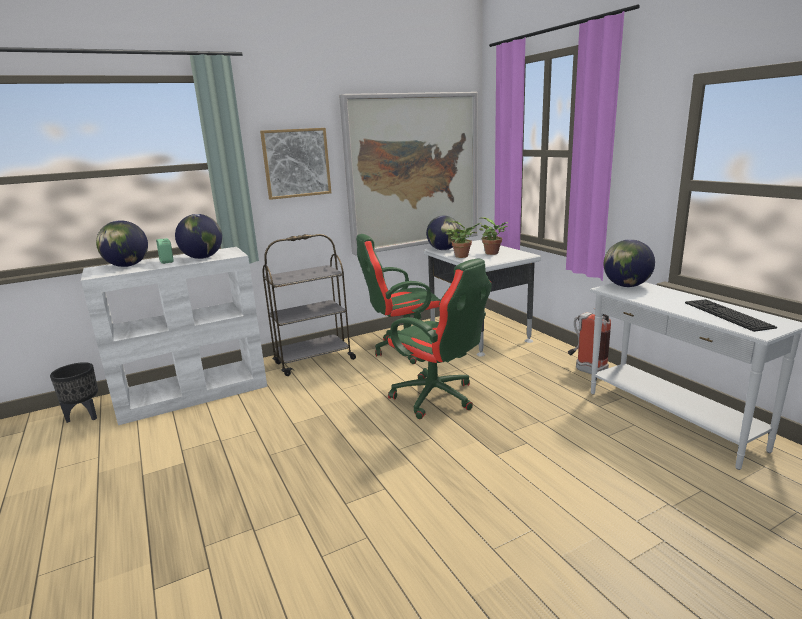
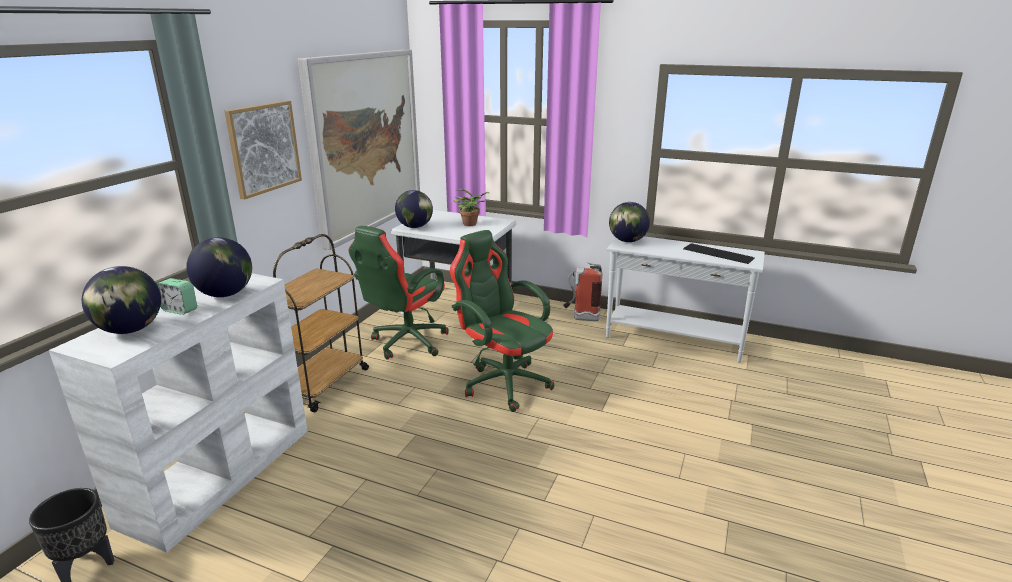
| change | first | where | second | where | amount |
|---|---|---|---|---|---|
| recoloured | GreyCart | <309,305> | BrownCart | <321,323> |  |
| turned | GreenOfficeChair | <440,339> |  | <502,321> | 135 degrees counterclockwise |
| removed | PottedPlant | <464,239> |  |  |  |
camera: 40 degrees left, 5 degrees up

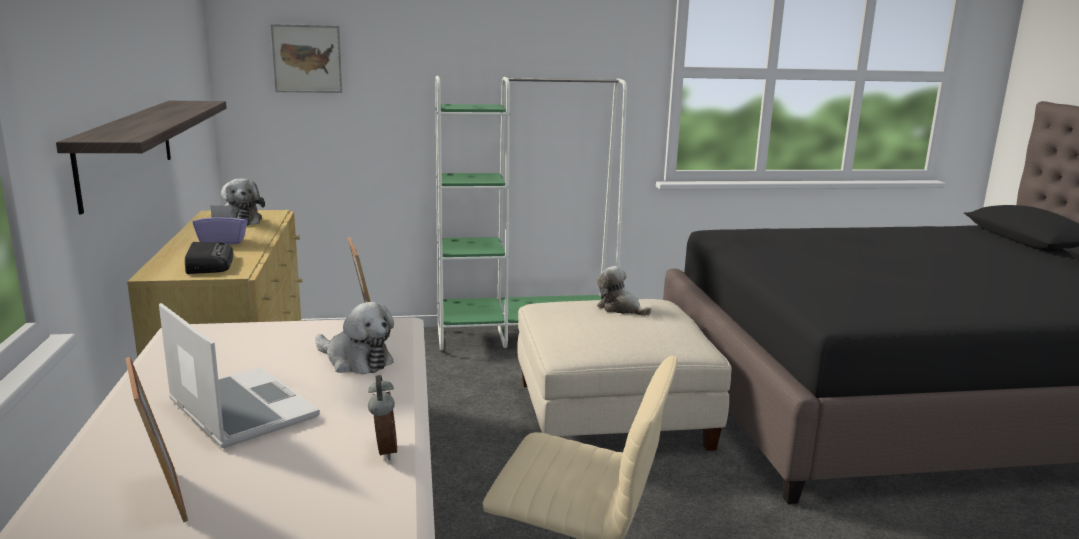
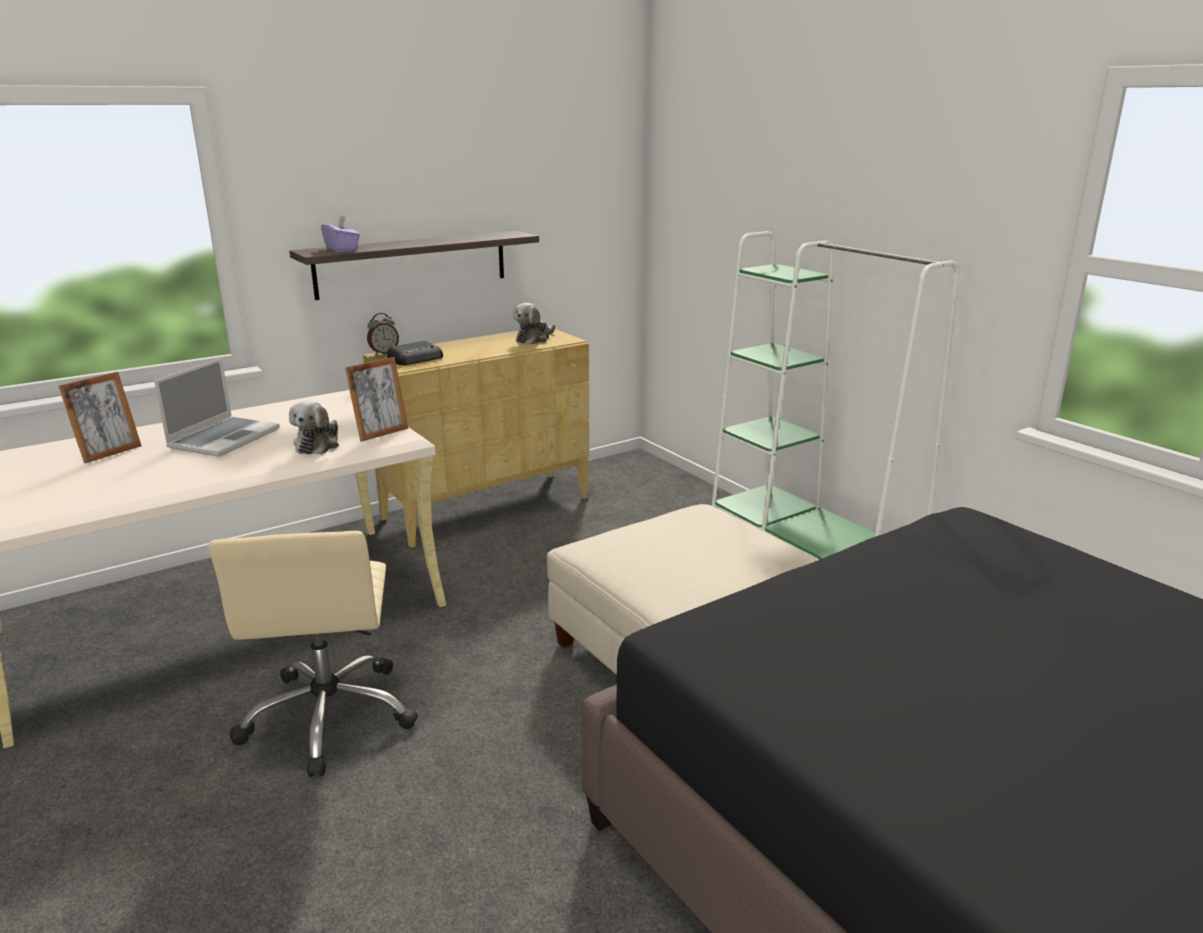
| change | first | where | second | where | amount |
|---|---|---|---|---|---|
| moved | PurpleTissueBox | <220,224> |  | <340,234> |  |
| removed | Picture | <306,58> |  |  |  |
| moved | AlarmClock | <382,418> |  | <383,334> |  |
| removed | PlushToy | <624,291> |  |  |  |
camera: 65 degrees right, 5 degrees up

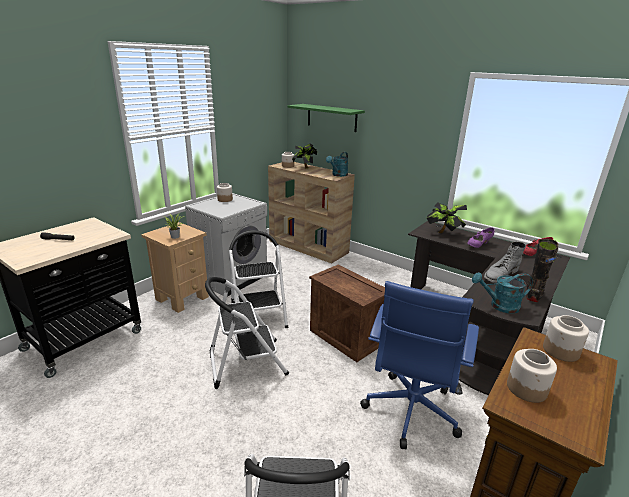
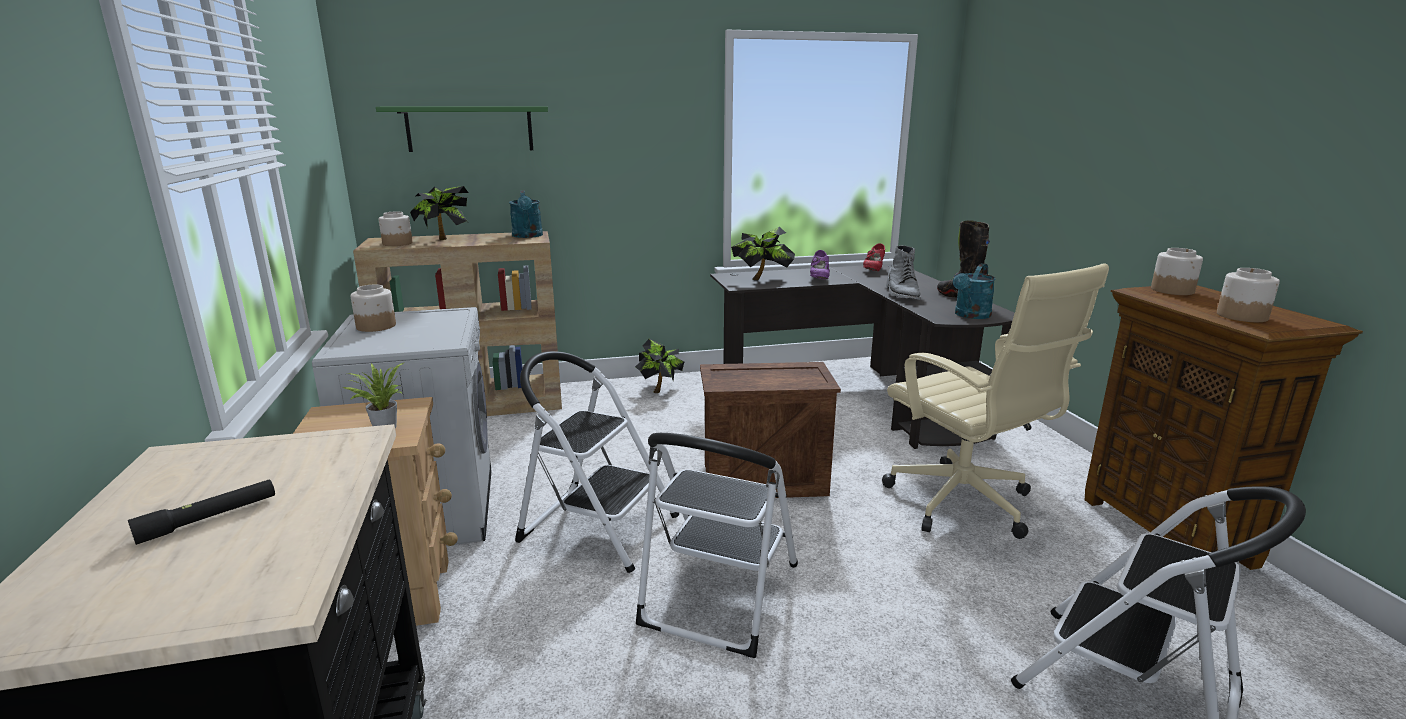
| change | first | where | second | where | amount |
|---|---|---|---|---|---|
| recoloured | BlueOfficeChair | <419,365> | BeigeOfficeChair | <995,401> |  |
| added |  |  | PottedPlant | <659,366> |  |
camera: 50 degrees left, 5 degrees down

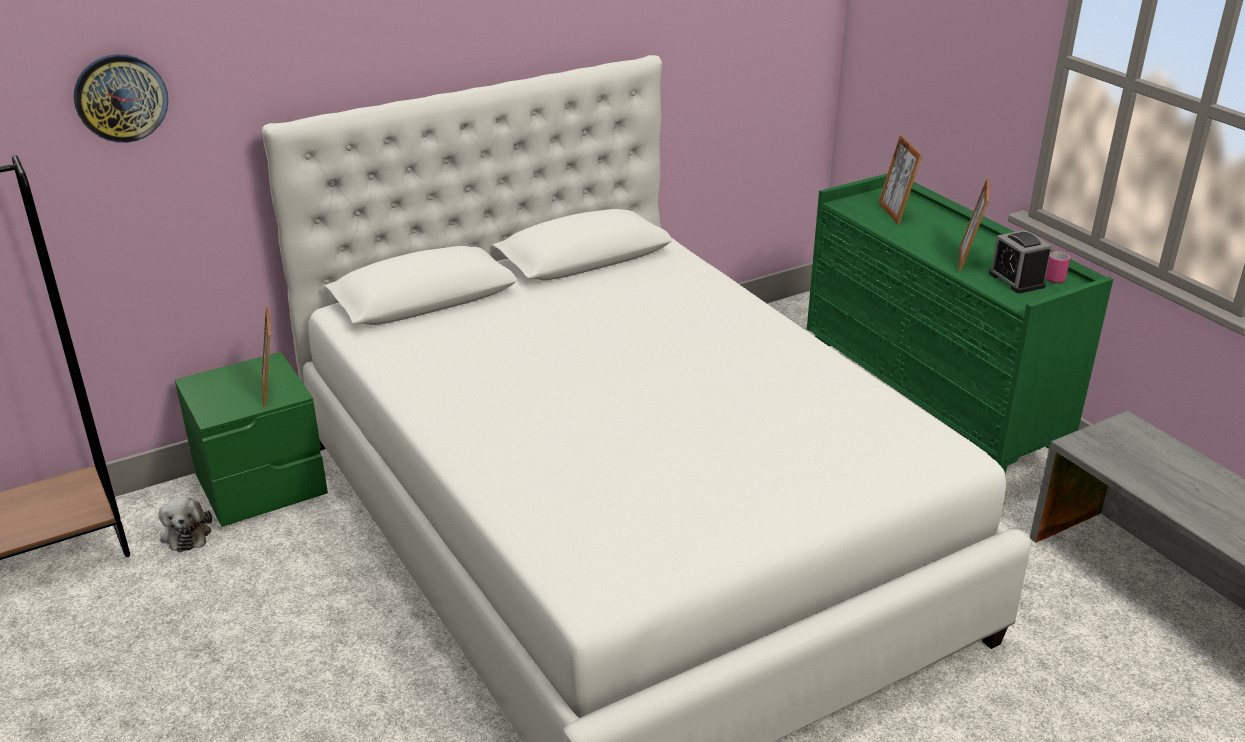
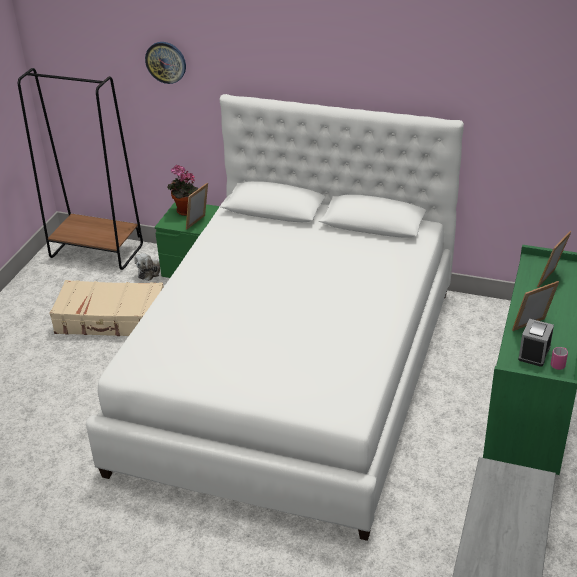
| change | first | where | second | where | amount |
|---|---|---|---|---|---|
| added |  |  | BeigeSuitcase | <106,308> |  |
| added |  |  | PottedPlant | <182,190> |  |
camera: 50 degrees right, 5 degrees up

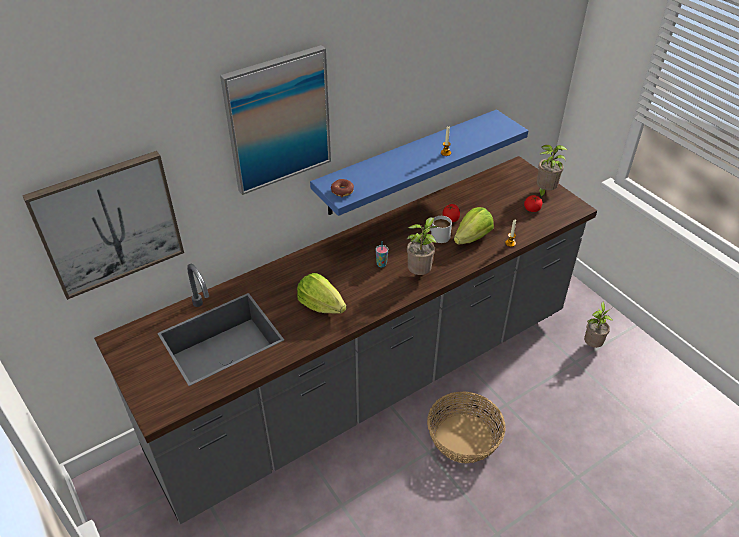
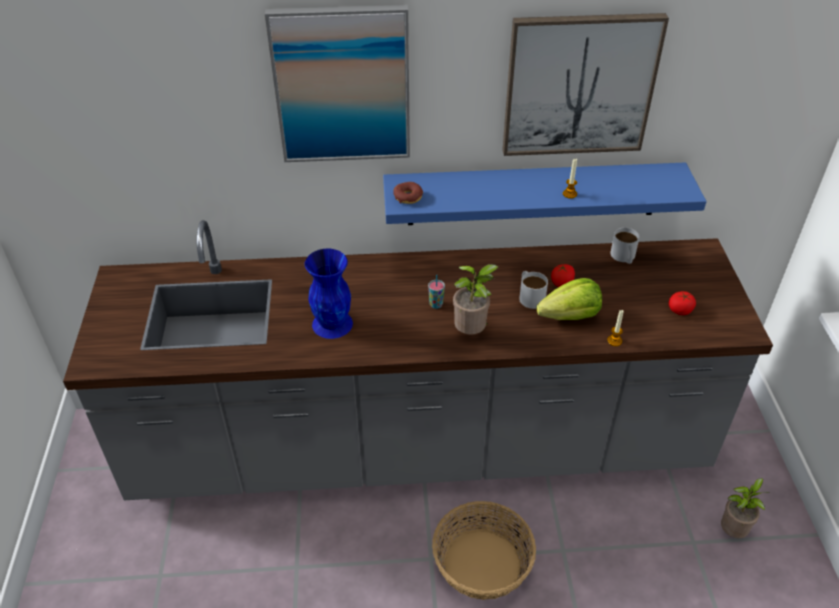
| change | first | where | second | where | amount |
|---|---|---|---|---|---|
| moved | Picture | <103,225> |  | <585,84> |  |
| replaced | Lettuce | <321,293> | BlueVase | <329,294> |  |
| removed | PottedPlant | <552,171> |  |  |  |
| added |  |  | WhiteMug | <625,246> |  |
camera: 30 degrees right, 0 degrees up

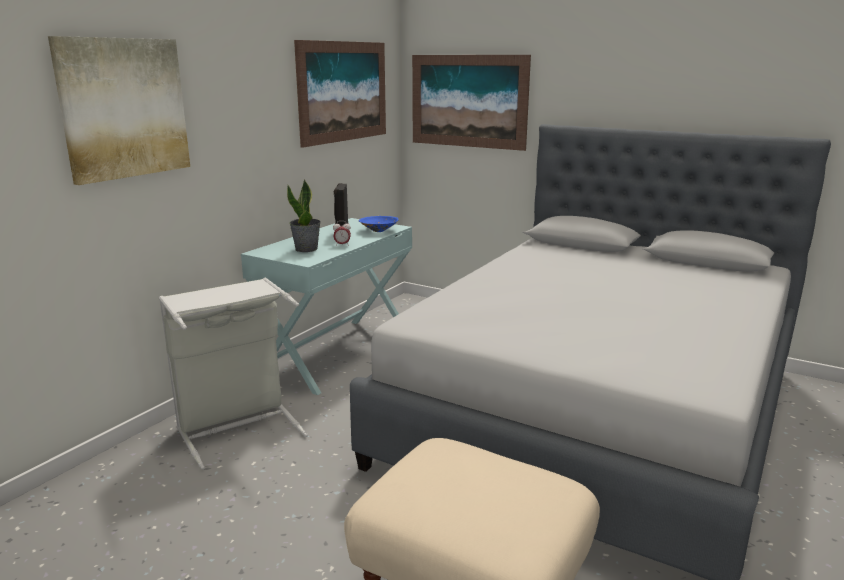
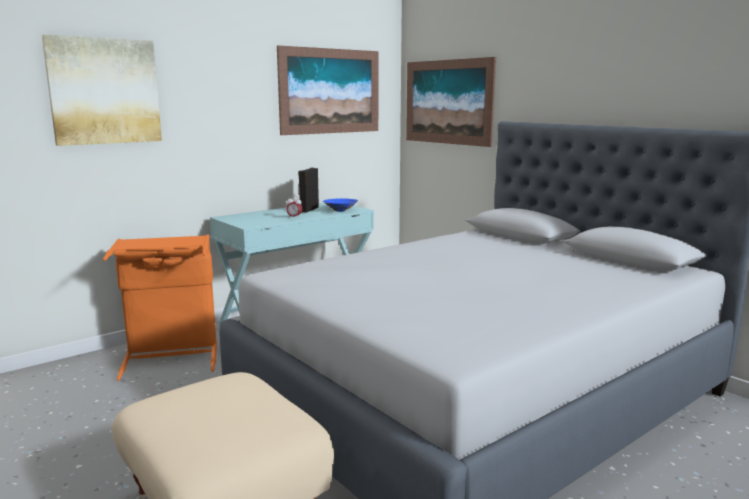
| change | first | where | second | where | amount |
|---|---|---|---|---|---|
| recoloured | GreyLaundryBasket | <233,374> | OrangeLaundryBasket | <160,307> |  |
| removed | PottedPlant | <304,216> |  |  |  |
camera: 20 degrees right, 5 degrees down

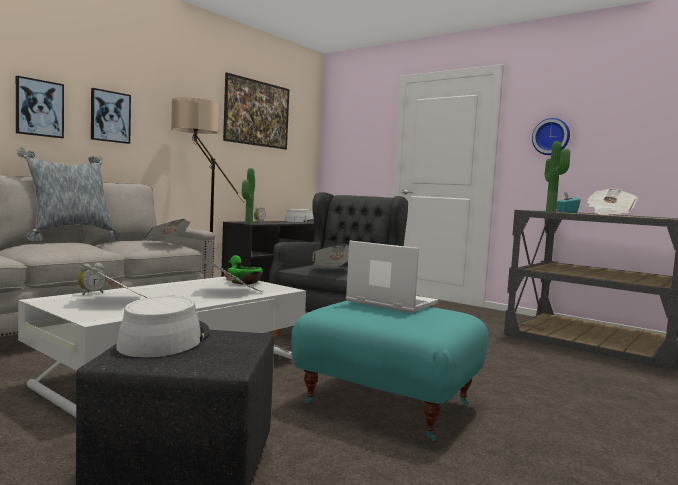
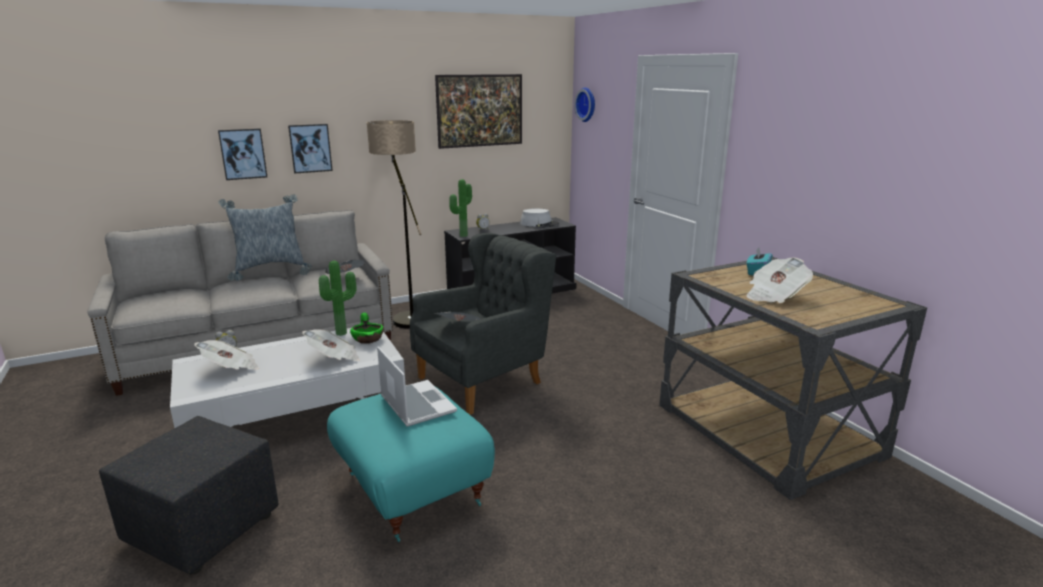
| change | first | where | second | where | amount |
|---|---|---|---|---|---|
| removed | GreyHat | <163,327> |  |  |  |
| moved | WallClock | <551,136> |  | <584,104> |  |
| moved | PottedPlant | <557,176> |  | <338,298> |  |
camera: 25 degrees right, 15 degrees up

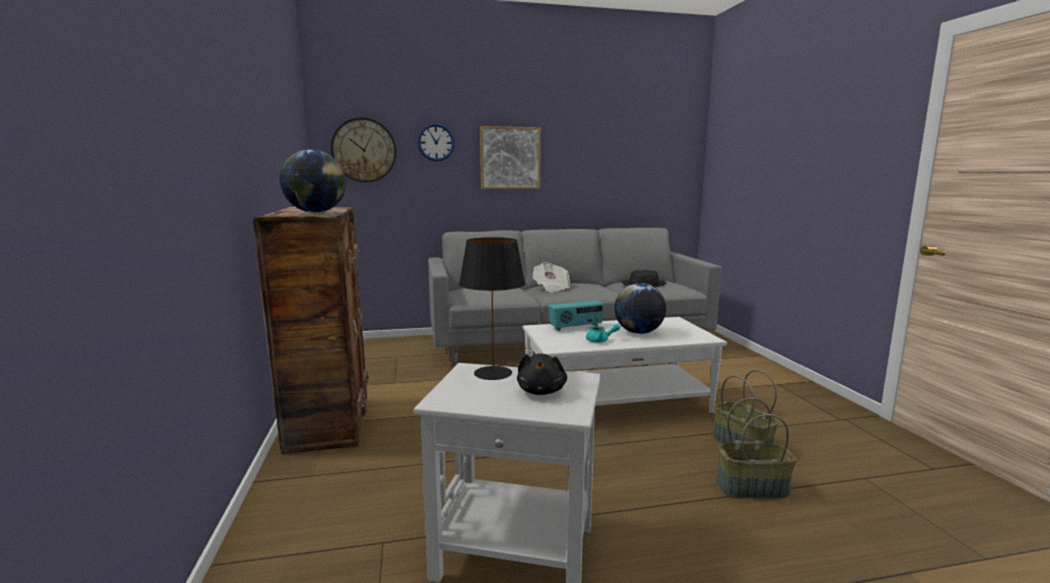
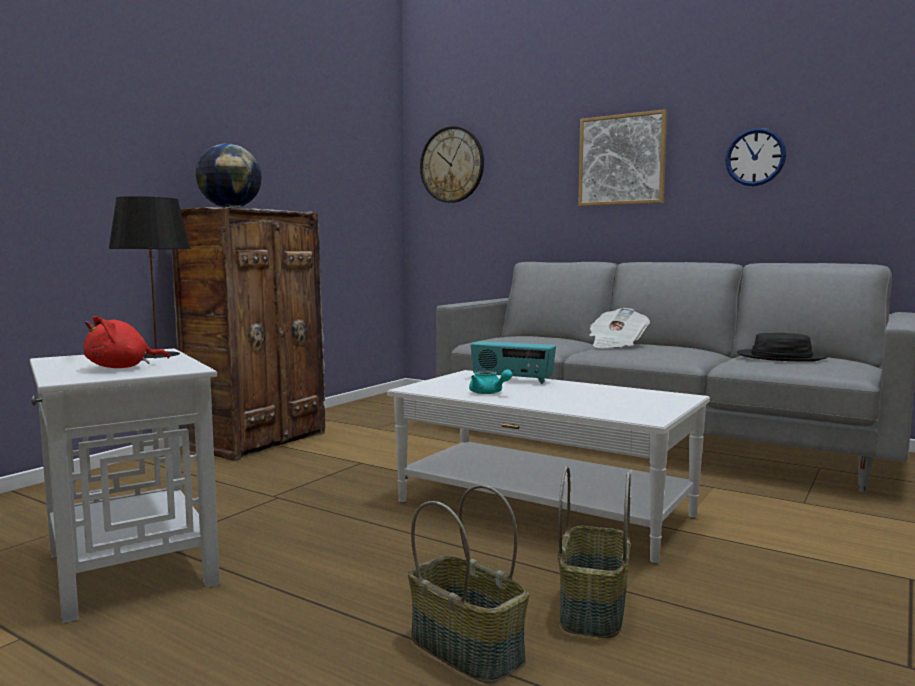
| change | first | where | second | where | amount |
|---|---|---|---|---|---|
| moved | WallClock | <436,142> |  | <755,157> |  |
| recoloured | BlackPlushToy | <542,374> | RedPlushToy | <126,342> |  |
| removed | Globe | <640,308> |  |  |  |
camera: 45 degrees right, 5 degrees down

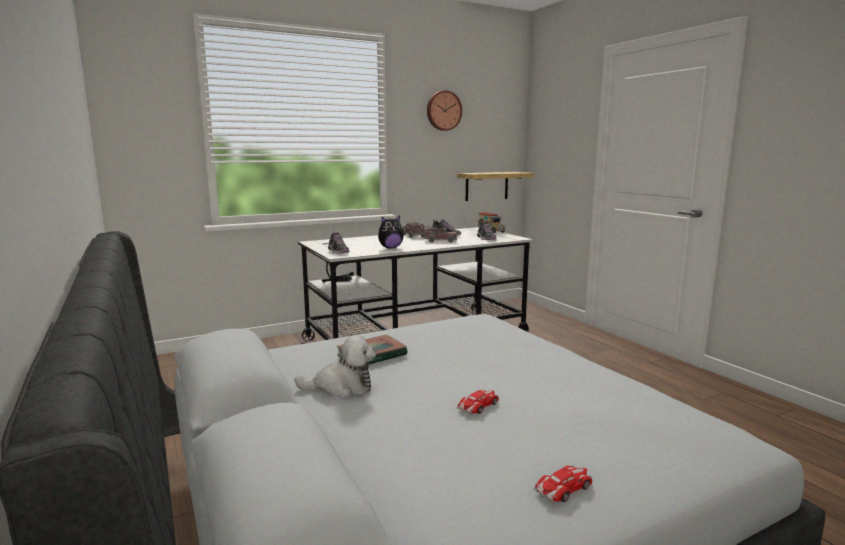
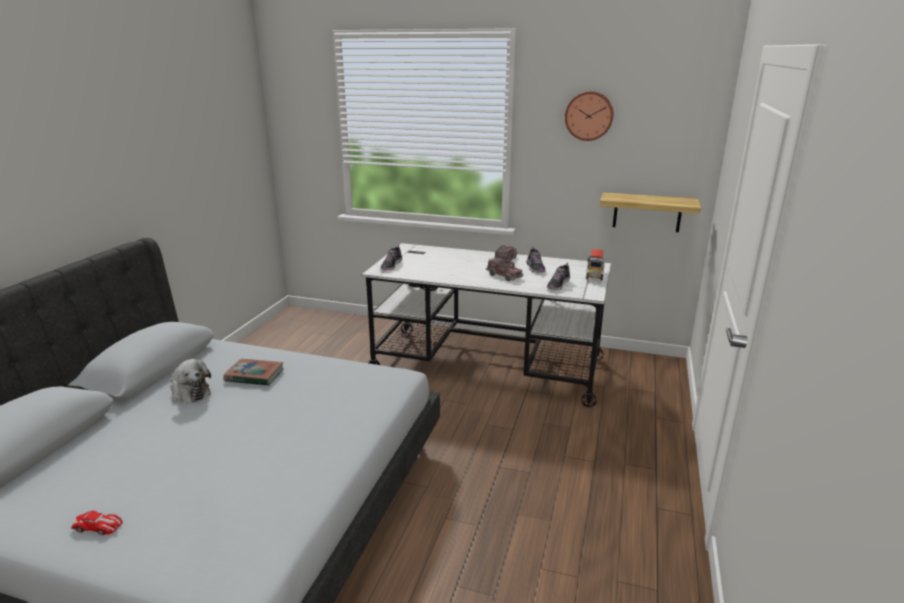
| change | first | where | second | where | amount |
|---|---|---|---|---|---|
| removed | PlushToy | <391,232> |  |  |  |
| removed | ToyCar | <477,402> |  |  |  |
camera: 45 degrees right, 10 degrees up

